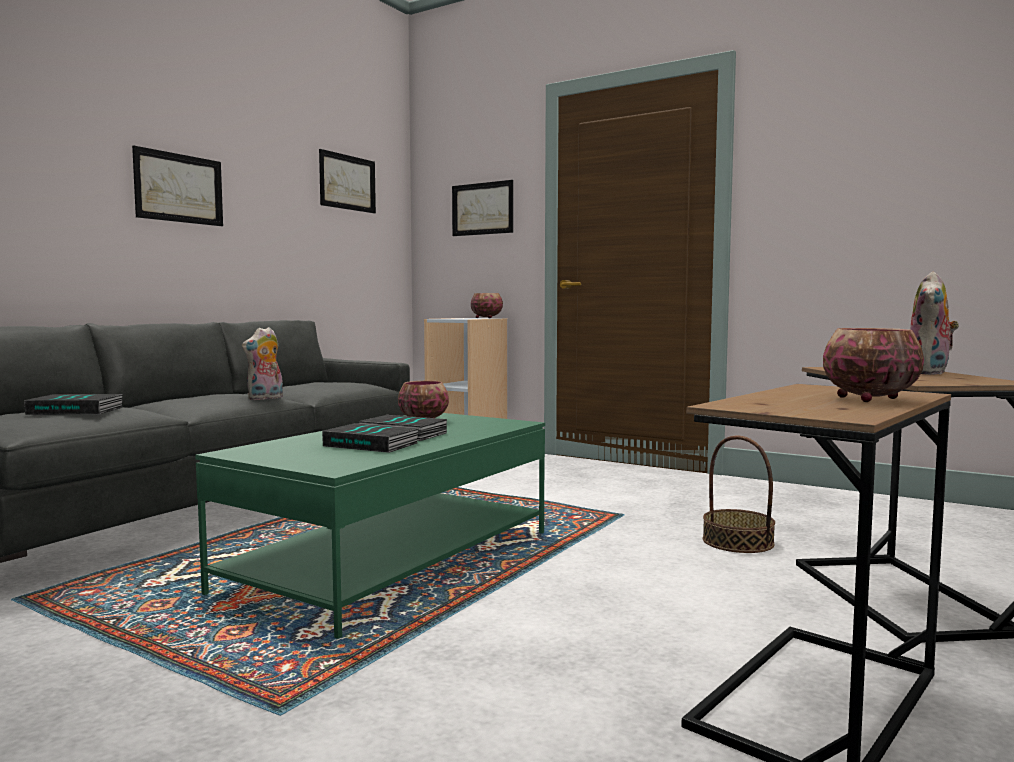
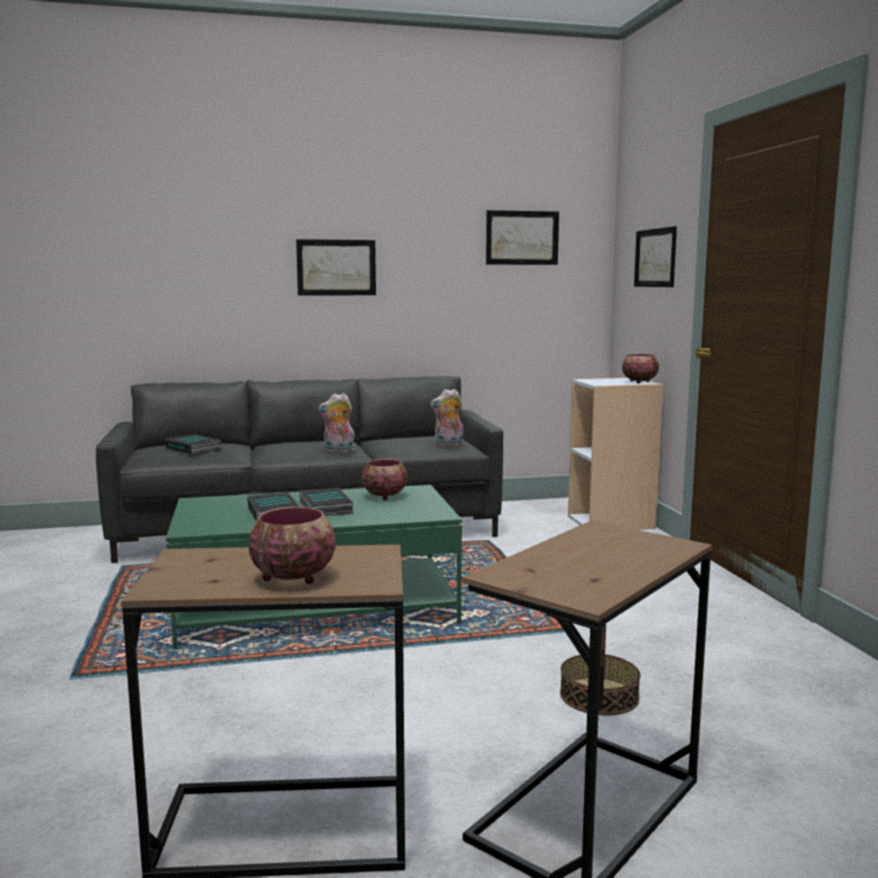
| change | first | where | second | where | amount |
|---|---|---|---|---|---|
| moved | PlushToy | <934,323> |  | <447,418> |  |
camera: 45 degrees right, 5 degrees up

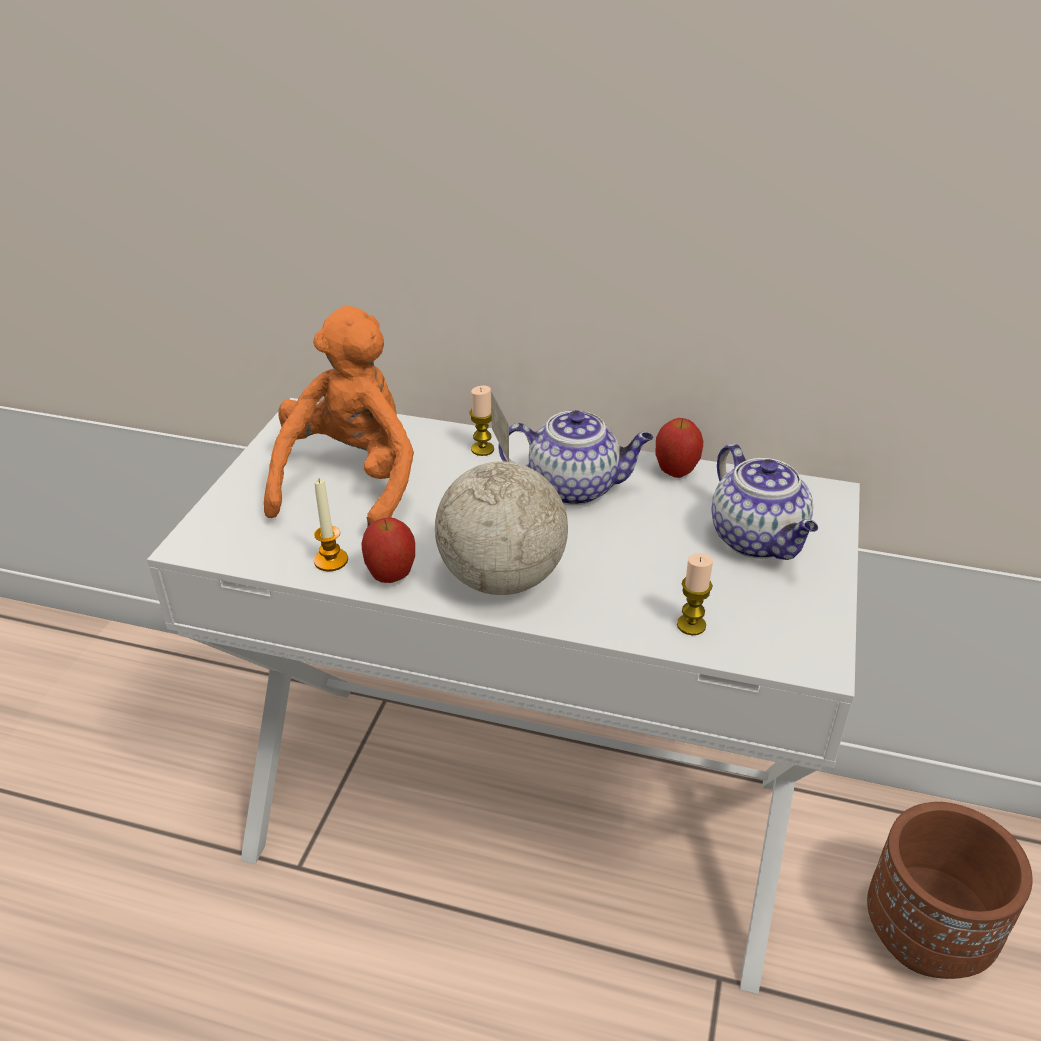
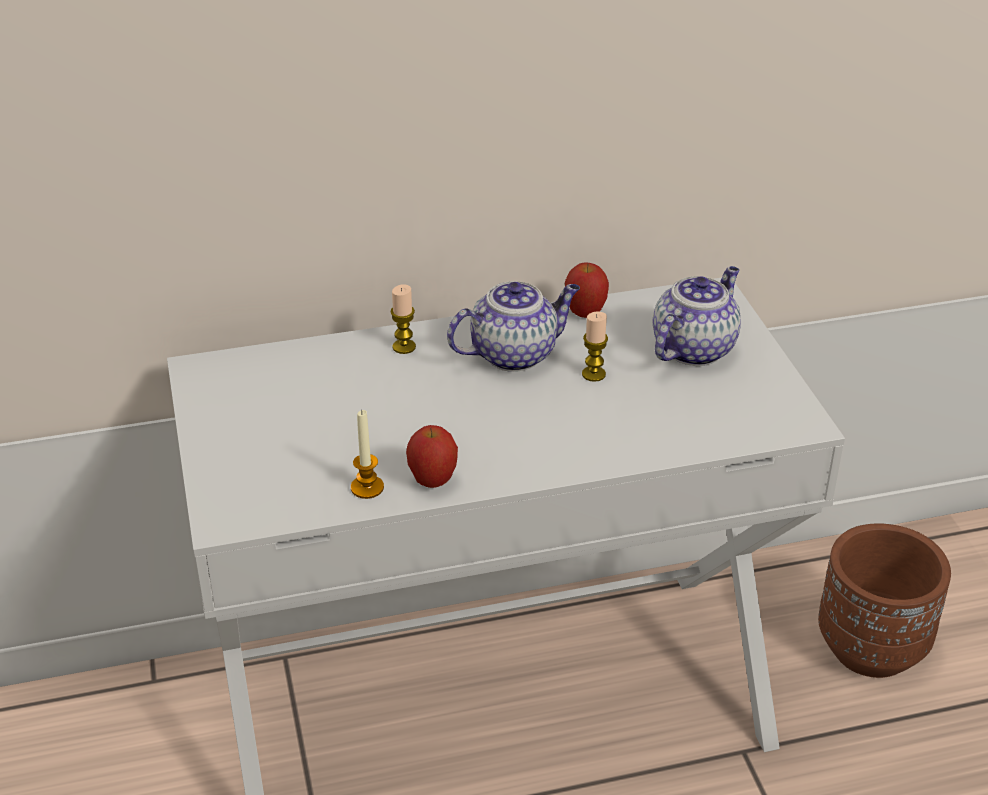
| change | first | where | second | where | amount |
|---|---|---|---|---|---|
| removed | OrangePlushToy | <339,416> |  |  |  |
| removed | Globe | <501,493> |  |  |  |
| moved | Candle | <695,594> |  | <595,347> |  |
| turned | Teapot | <764,501> |  | <697,316> | 90 degrees counterclockwise |
camera: 30 degrees left, 0 degrees up

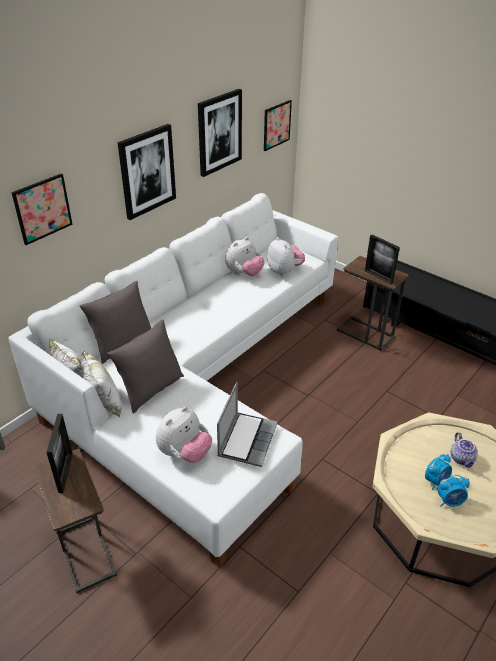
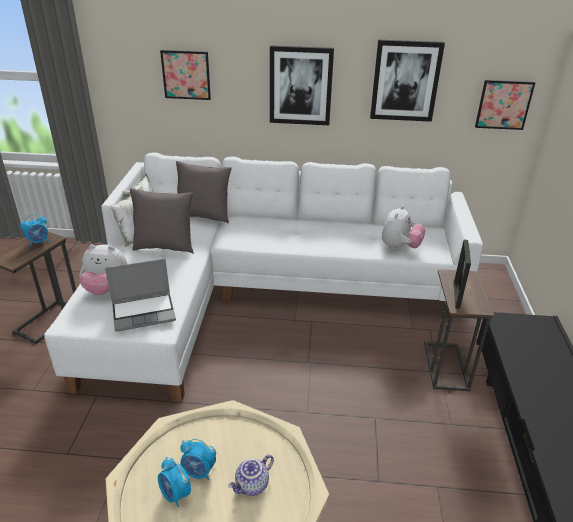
| change | first | where | second | where | amount |
|---|---|---|---|---|---|
| replaced | PictureFrame | <59,453> | AlarmClock | <34,231> |  |
| removed | PlushToy | <244,256> |  |  |  |
camera: 55 degrees right, 5 degrees down

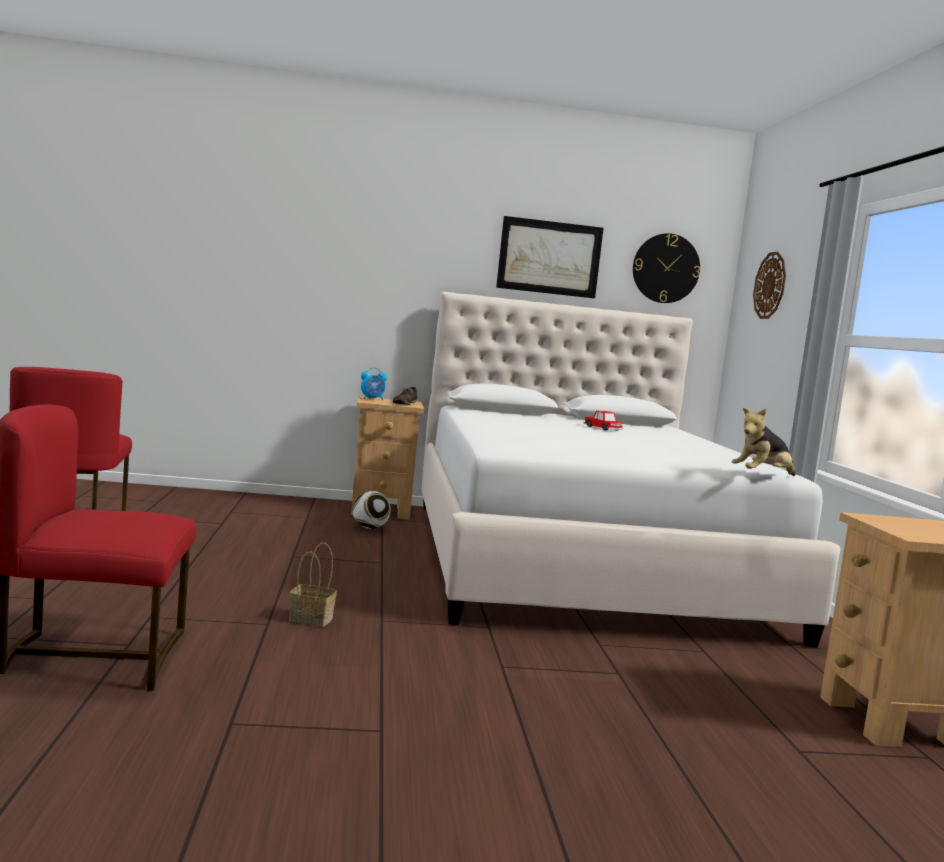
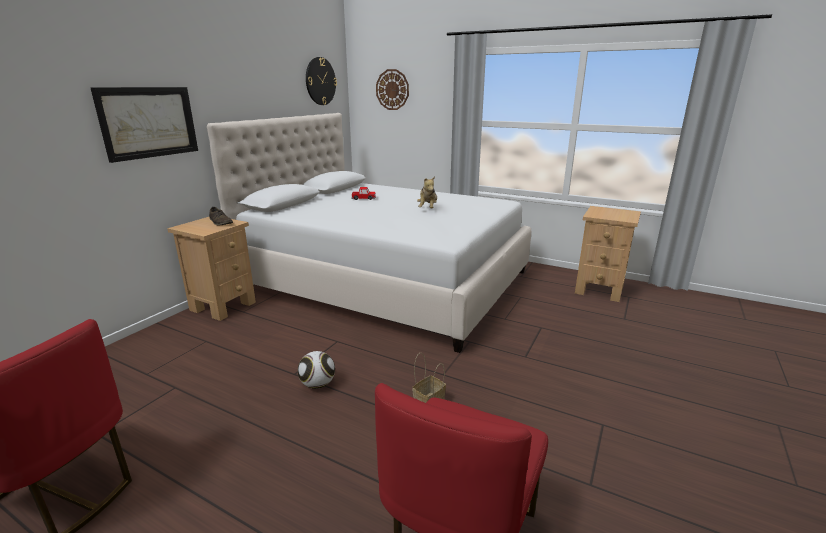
| change | first | where | second | where | amount |
|---|---|---|---|---|---|
| moved | Football | <372,510> |  | <316,370> |  |
| removed | AlarmClock | <374,384> |  |  |  |
| moved | Picture | <550,257> |  | <144,125> |  |
| moved | PlushToy | <763,442> |  | <427,192> |  |
camera: 55 degrees left, 15 degrees up

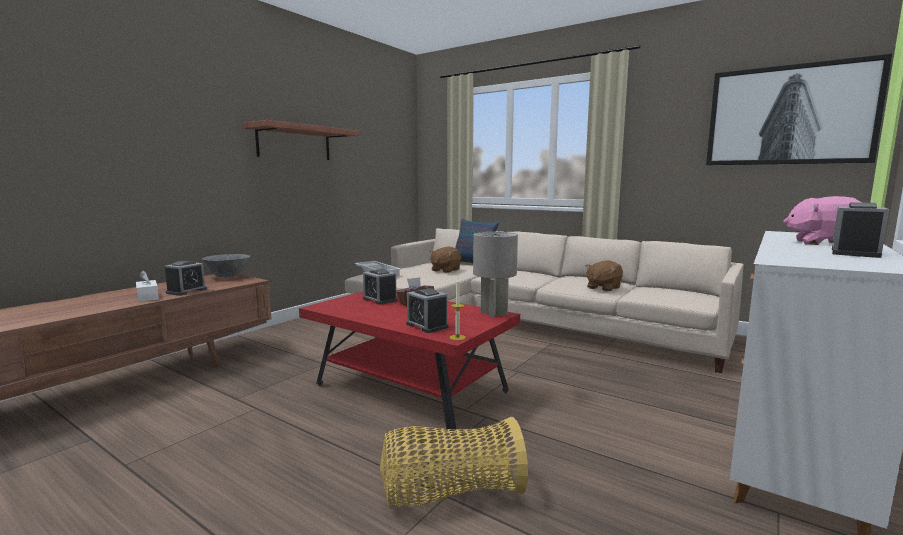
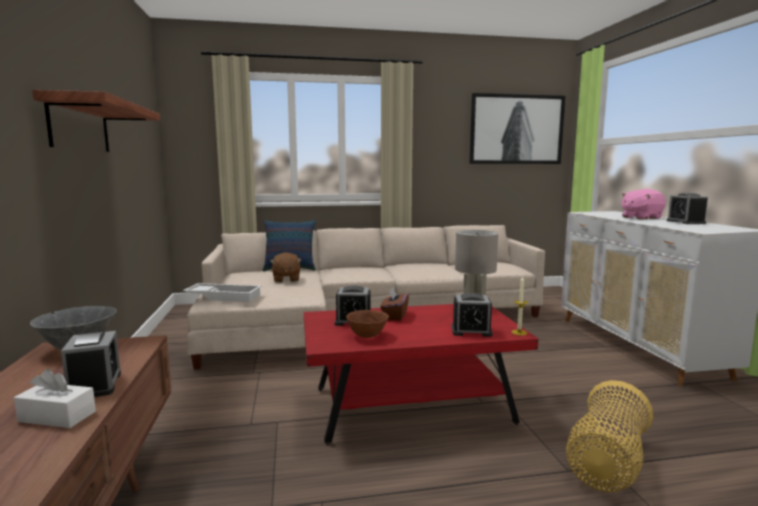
| change | first | where | second | where | amount |
|---|---|---|---|---|---|
| removed | BrownPlushToy | <604,276> |  |  |  |
| added |  |  | BrownBowl | <367,324> |  |
camera: 45 degrees left, 0 degrees up

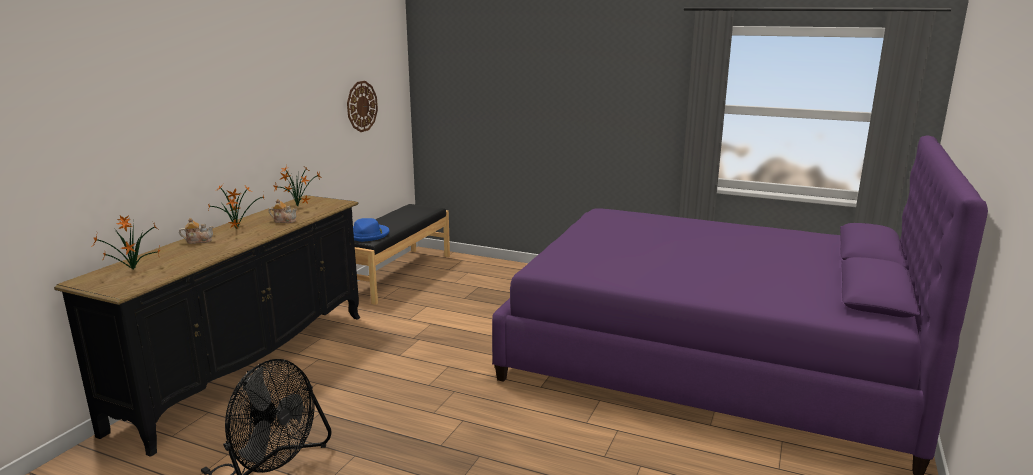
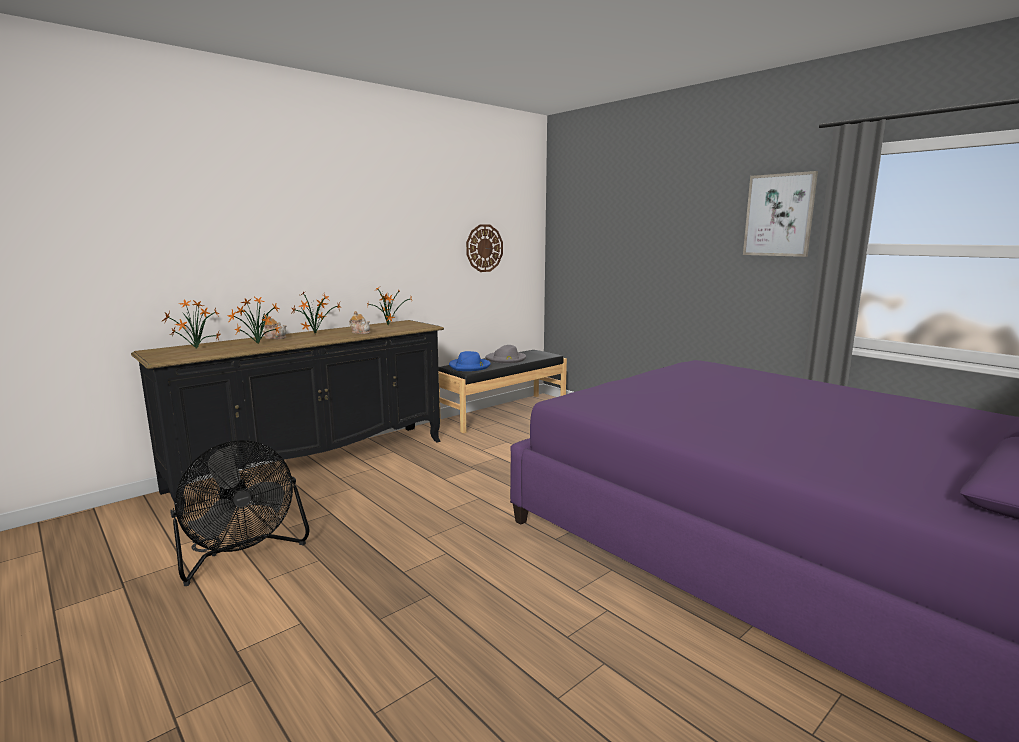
| change | first | where | second | where | amount |
|---|---|---|---|---|---|
| added |  |  | PottedPlant | <253,320> |  |
| added |  |  | GreyHat | <505,354> |  |
| added |  |  | Picture | <780,214> |  |
camera: 25 degrees right, 5 degrees down

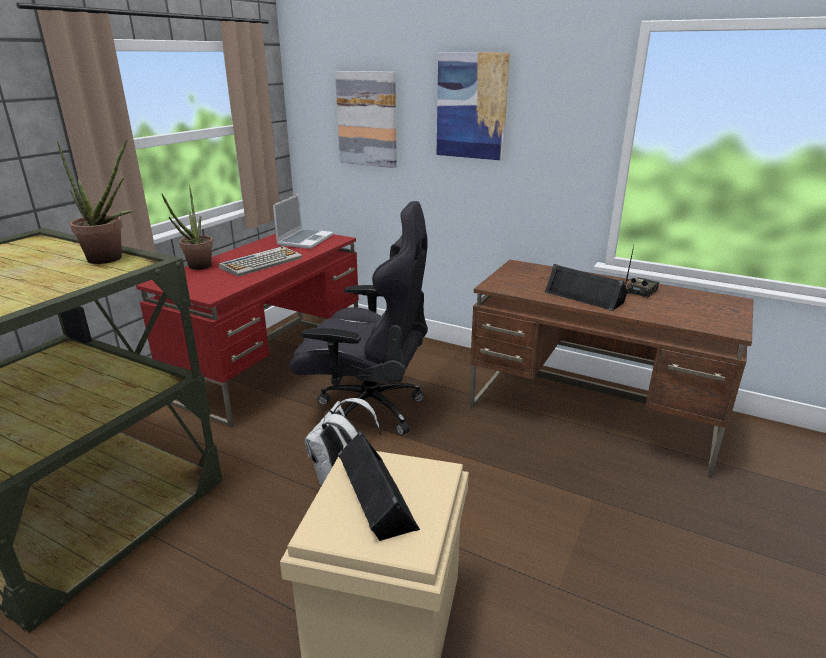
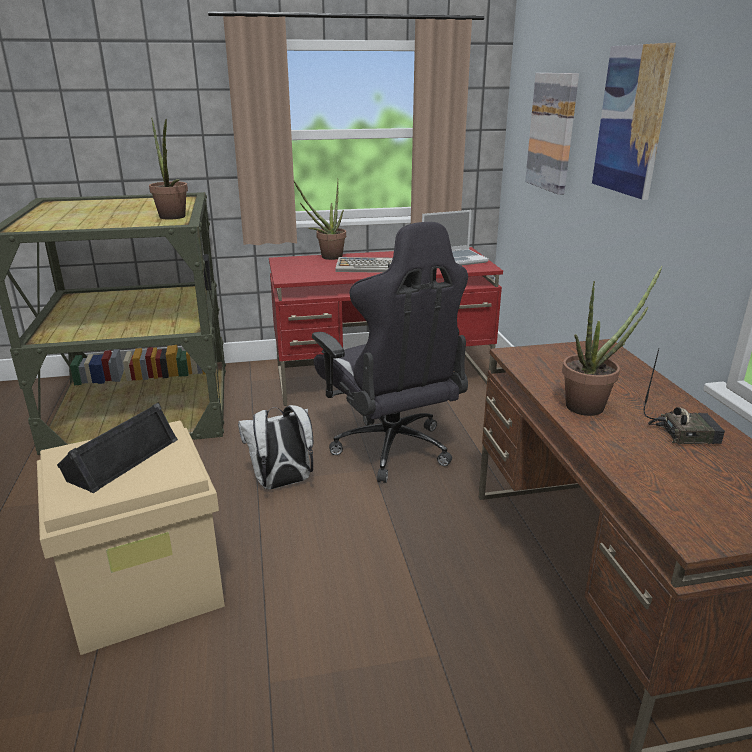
| change | first | where | second | where | amount |
|---|---|---|---|---|---|
| replaced | BlackSpeaker | <586,287> | PottedPlant | <612,341> |  |
camera: 50 degrees right, 0 degrees up

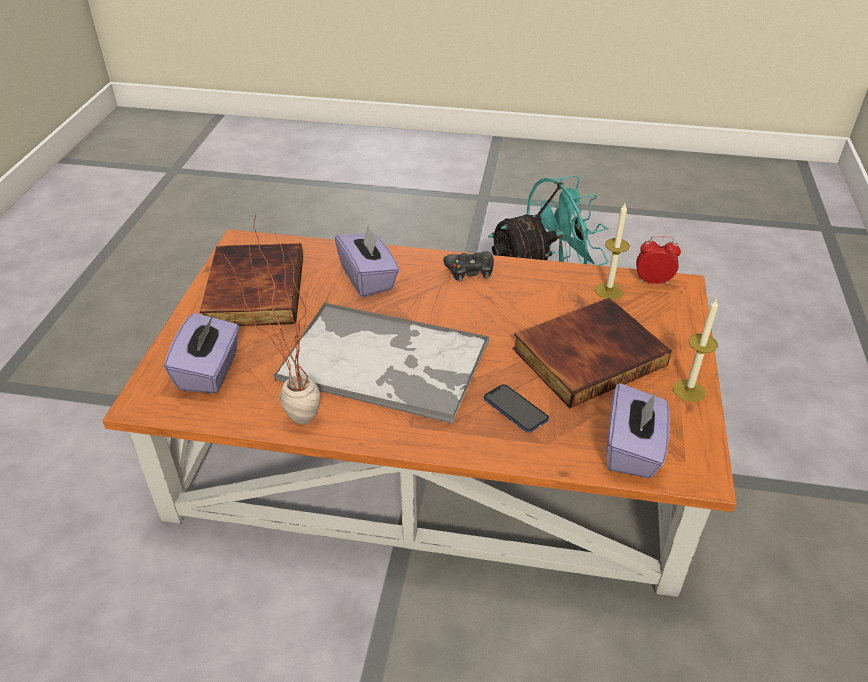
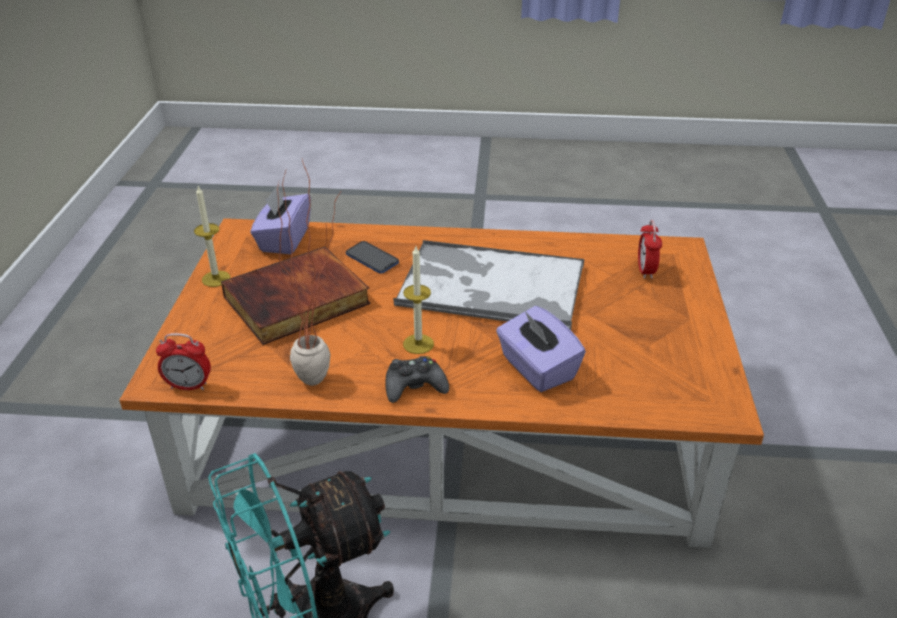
| change | first | where | second | where | amount |
|---|---|---|---|---|---|
| replaced | PurpleTissueBox | <201,353> | AlarmClock | <650,249> |  |
| removed | Book | <251,284> |  |  |  |
| moved | PottedPlant | <272,319> |  | <309,273> |  |
| moved | Candle | <612,252> |  | <418,300> |  |
camera: 175 degrees right, 5 degrees down

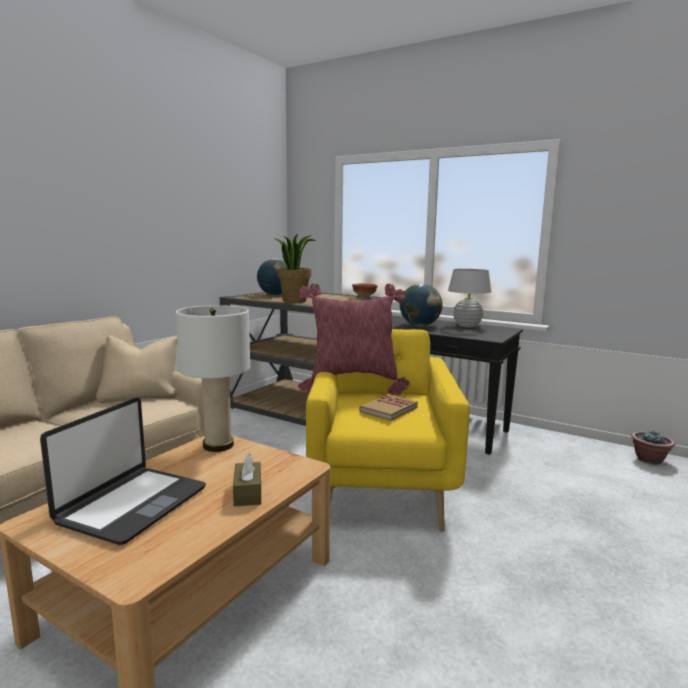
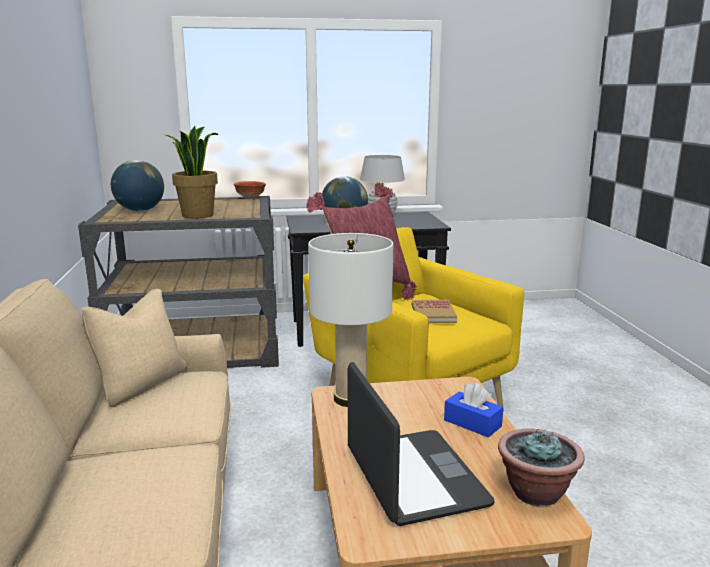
| change | first | where | second | where | amount |
|---|---|---|---|---|---|
| recoloured | BrownTissueBox | <247,480> | BlueTissueBox | <473,410> |  |
| moved | PottedPlant | <653,448> |  | <541,467> |  |
camera: 40 degrees left, 5 degrees up

